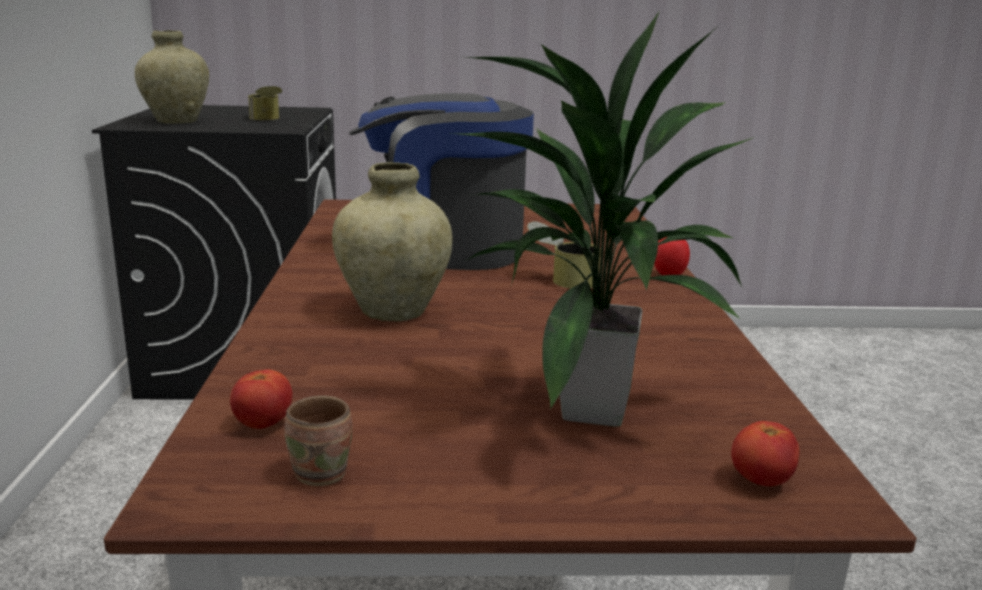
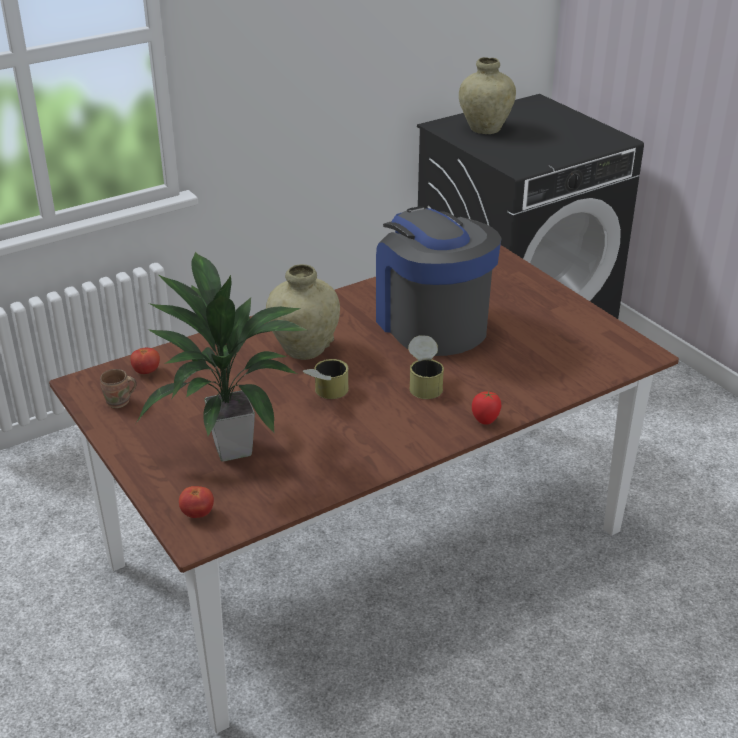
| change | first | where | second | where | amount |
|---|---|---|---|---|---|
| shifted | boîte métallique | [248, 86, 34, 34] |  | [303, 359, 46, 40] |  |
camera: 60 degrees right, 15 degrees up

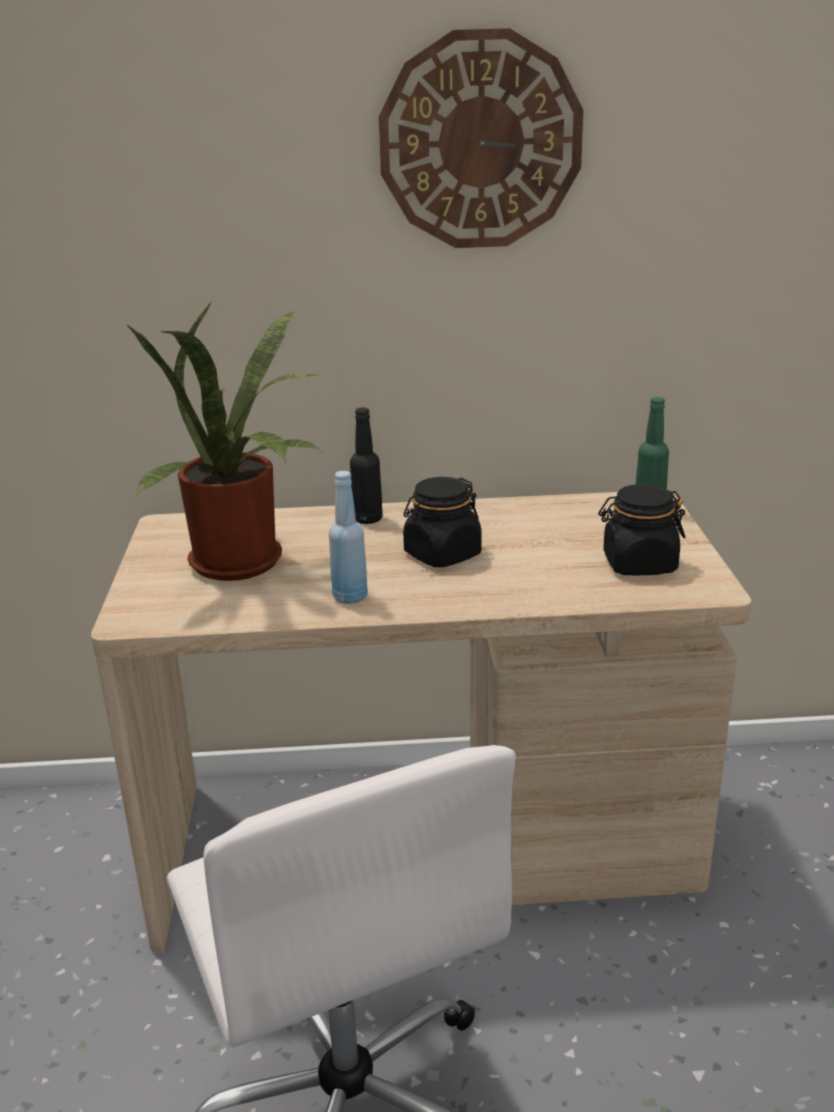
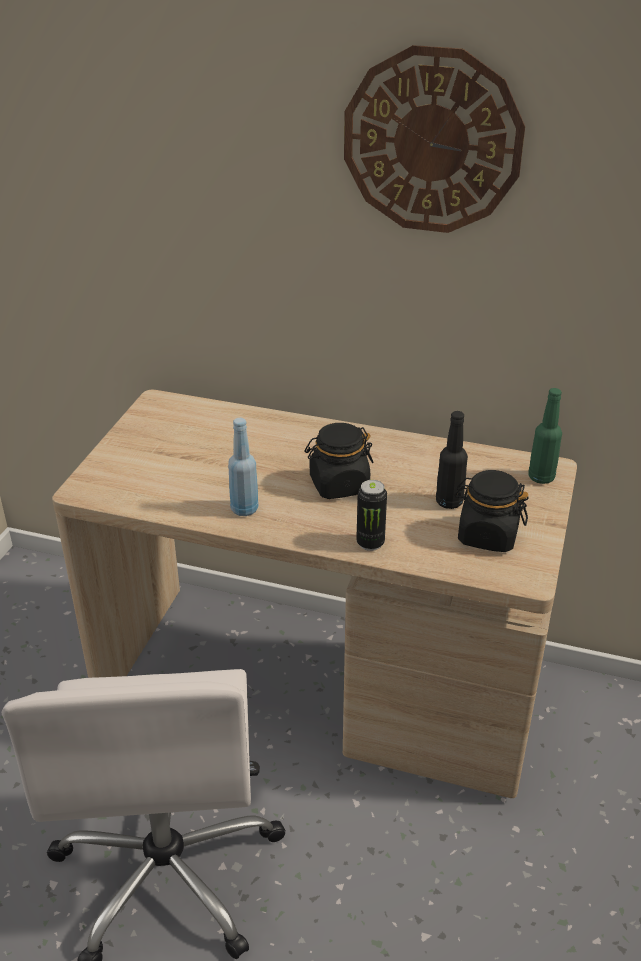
| change | first | where | second | where | amount |
|---|---|---|---|---|---|
| gone | plante en pot | [127, 301, 195, 280] |  |  |  |
| shifted | bouteille (noir) | [350, 408, 33, 116] |  | [436, 411, 32, 98] |  |
| new |  |  | boîte métallique | [356, 480, 31, 71] |  |
camera: 20 degrees right, 10 degrees up

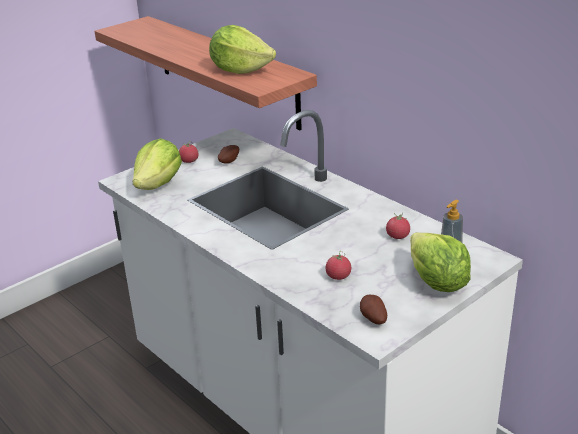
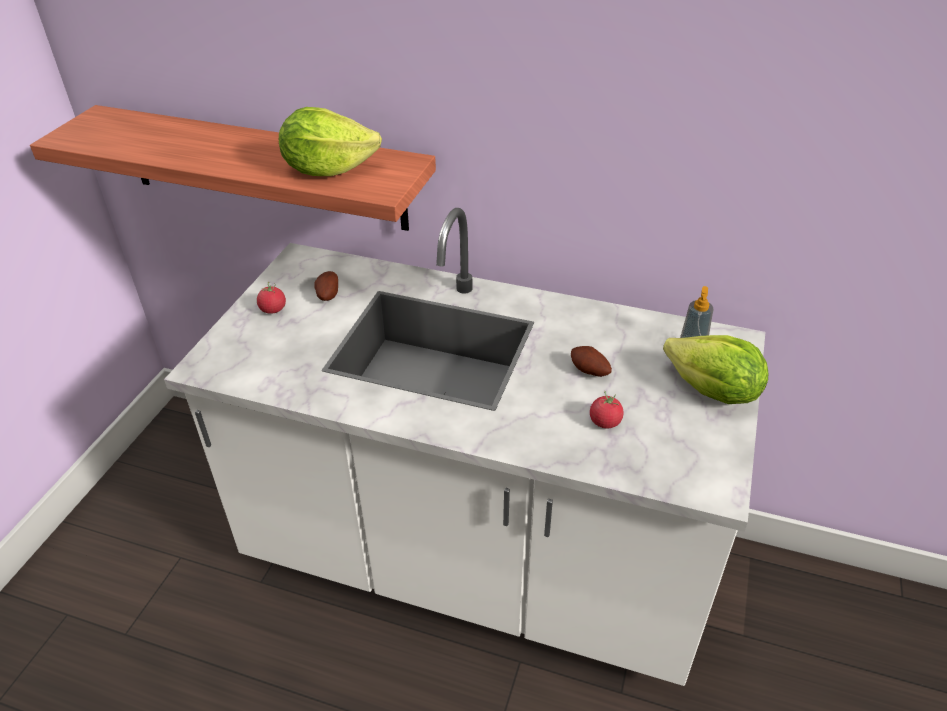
| change | first | where | second | where | amount |
|---|---|---|---|---|---|
| gone | laitue | [132, 138, 50, 52] |  |  |  |
| gone | tomate | [386, 213, 24, 26] |  |  |  |
| shifted | pomme de terre | [360, 295, 27, 29] |  | [571, 346, 41, 31] |  |
camera: 30 degrees left, 10 degrees up

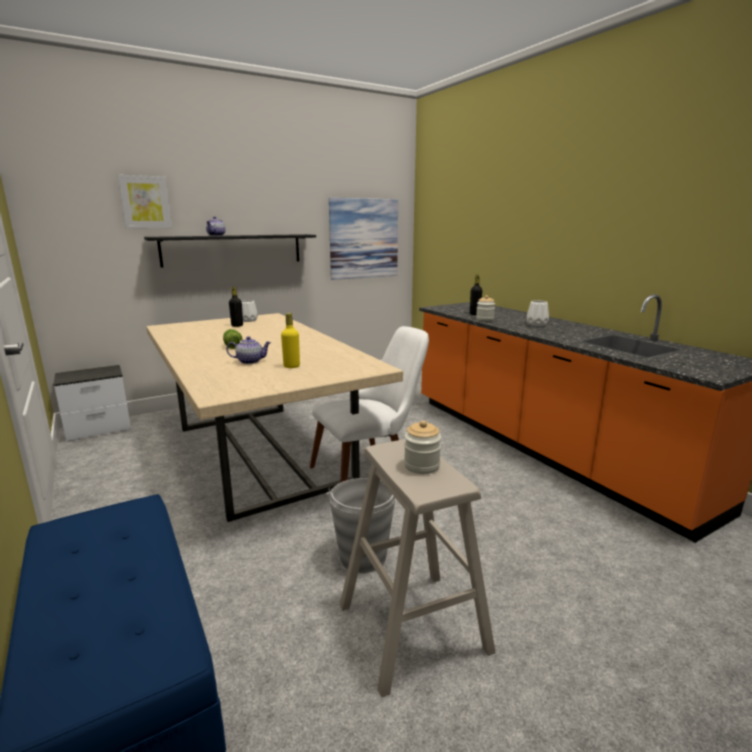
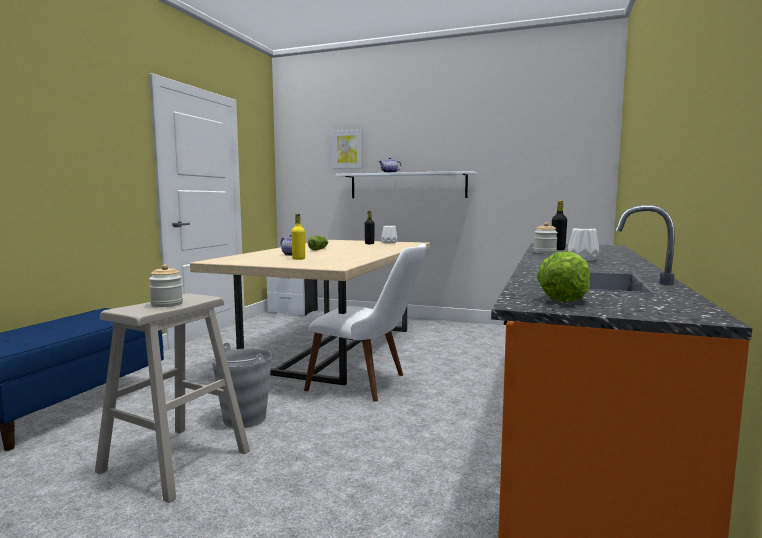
| change | first | where | second | where | amount |
|---|---|---|---|---|---|
| gone | tableau | [329, 198, 69, 82] |  |  |  |
| repainted | étagère (noir) | [144, 234, 172, 34] | étagère (blanc) | [336, 171, 141, 27] |  |
| new |  |  | laitue | [537, 251, 53, 51] |  |
camera: 50 degrees right, 10 degrees down

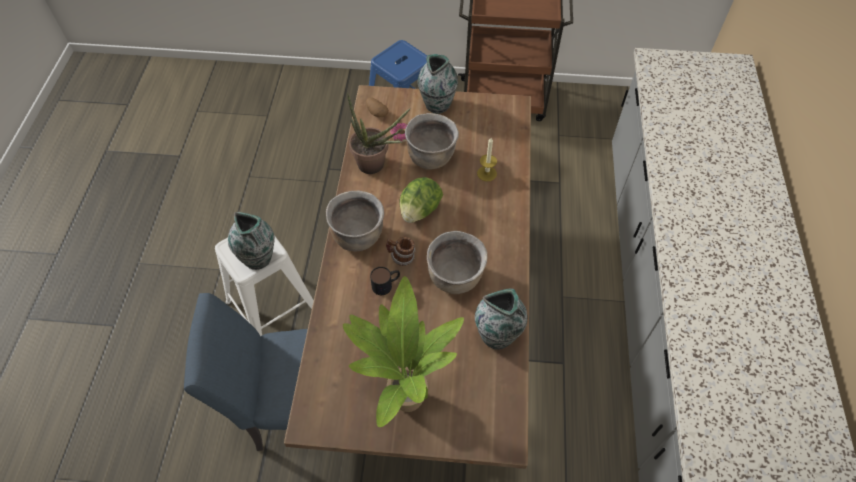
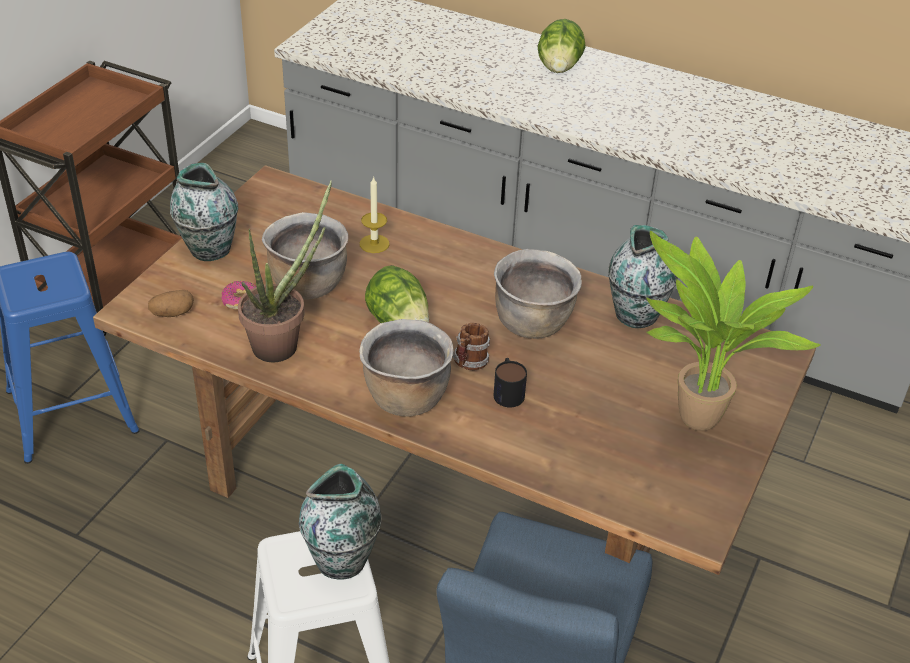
| change | first | where | second | where | amount |
|---|---|---|---|---|---|
| new |  |  | laitue | [538, 19, 47, 54] |  |
camera: 70 degrees left, 15 degrees down

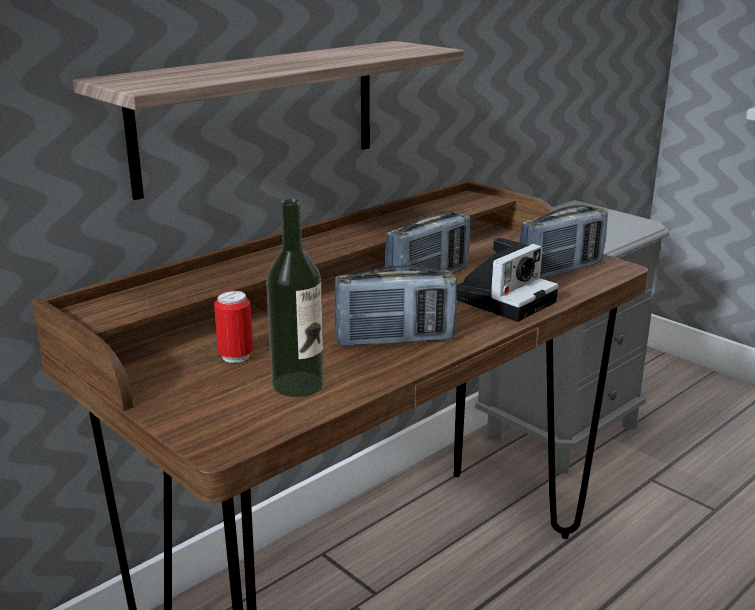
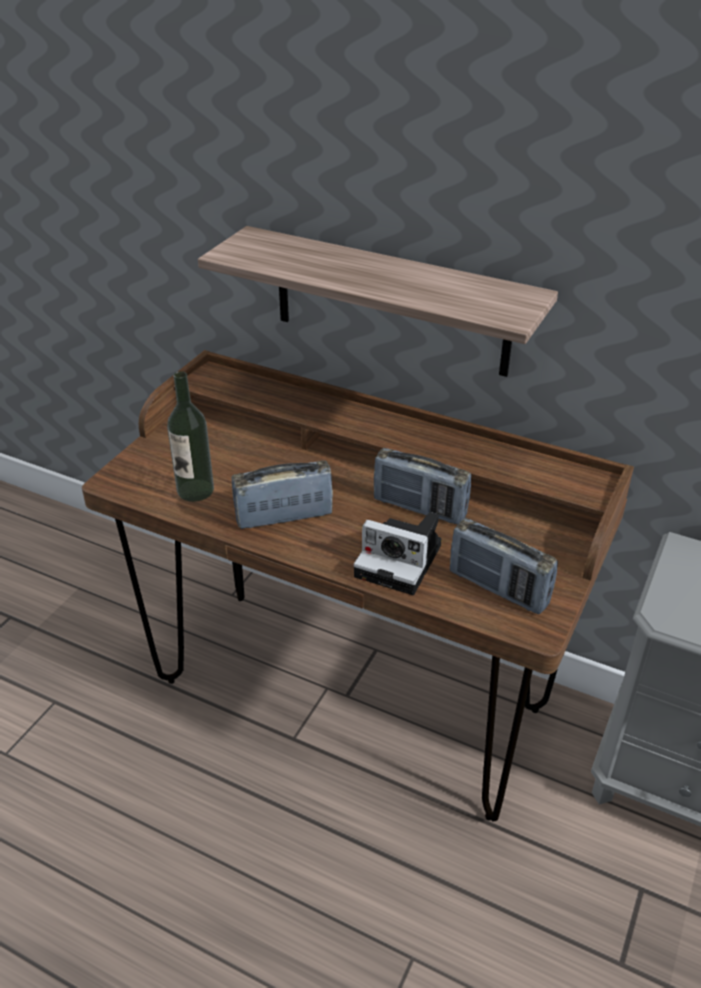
| change | first | where | second | where | amount |
|---|---|---|---|---|---|
| rotated | radio | [334, 265, 123, 82] |  | [232, 461, 101, 68] | 105 degrees clockwise |
| gone | boîte métallique | [214, 291, 39, 72] |  |  |  |
camera: 70 degrees right, 15 degrees up

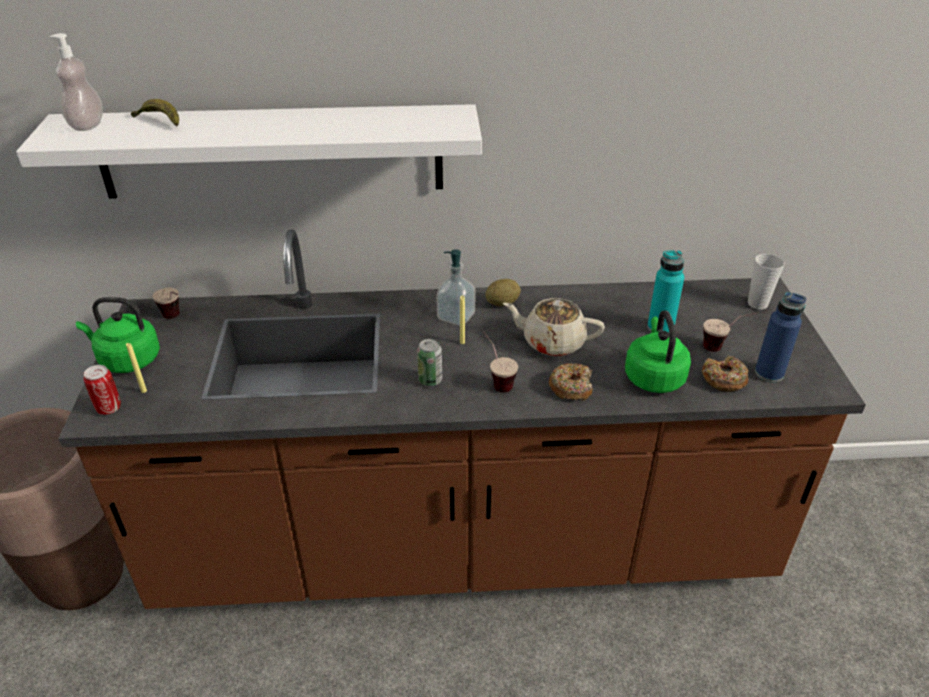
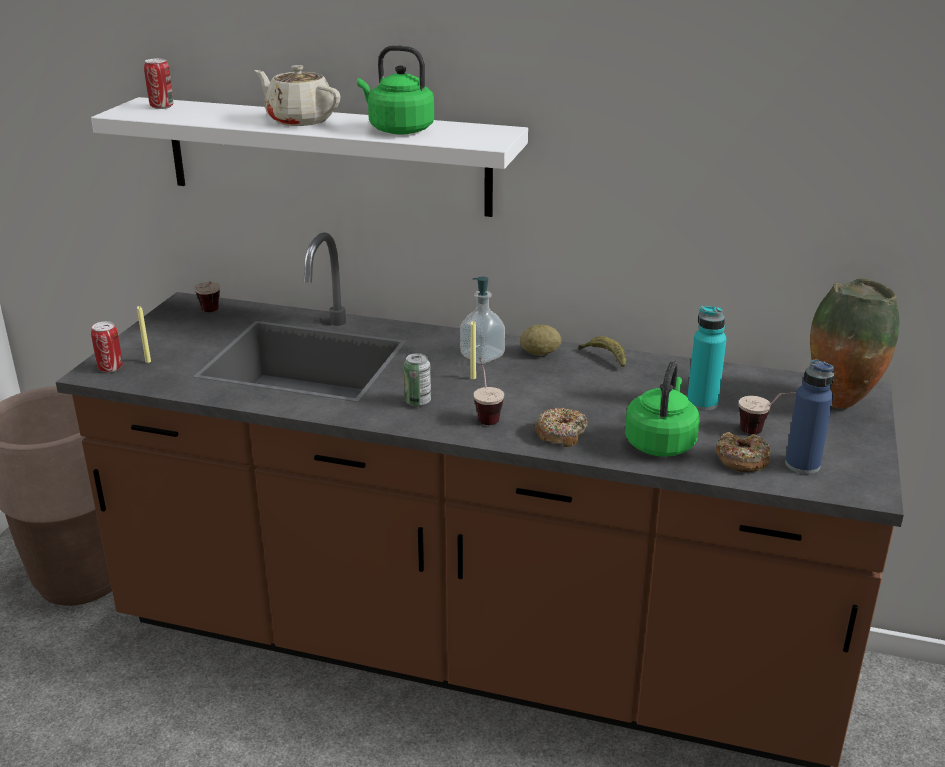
| change | first | where | second | where | amount |
|---|---|---|---|---|---|
| swapped | distributeur de savon | [49, 33, 54, 98] | boîte métallique | [144, 58, 29, 51] |  |
| shifted | banane | [131, 99, 48, 28] |  | [578, 336, 48, 32] |  |
| swapped | tasse | [748, 254, 37, 56] | vase | [810, 278, 89, 131] |  |
| shifted | bouilloire (vert) | [76, 297, 84, 76] |  | [357, 45, 77, 90] |  |
| shifted | théière (beige) | [503, 298, 102, 58] |  | [254, 65, 86, 61] |  |
camera: 20 degrees right, 10 degrees down

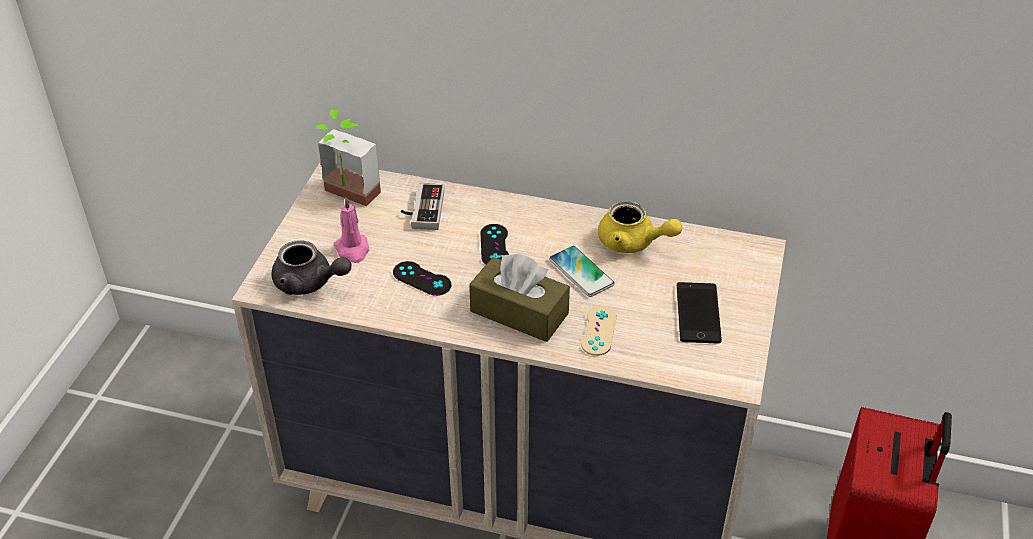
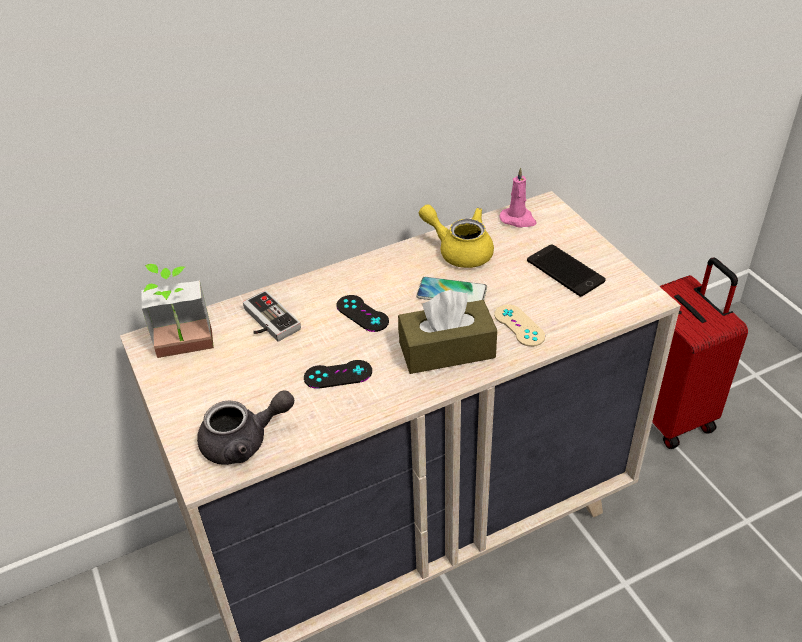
| change | first | where | second | where | amount |
|---|---|---|---|---|---|
| shifted | bougie (rose) | [333, 197, 36, 66] |  | [500, 168, 36, 60] |  |
| rotated | théière (jaune) | [598, 201, 84, 52] |  | [419, 205, 75, 63] | 135 degrees counterclockwise |
camera: 40 degrees left, 0 degrees up

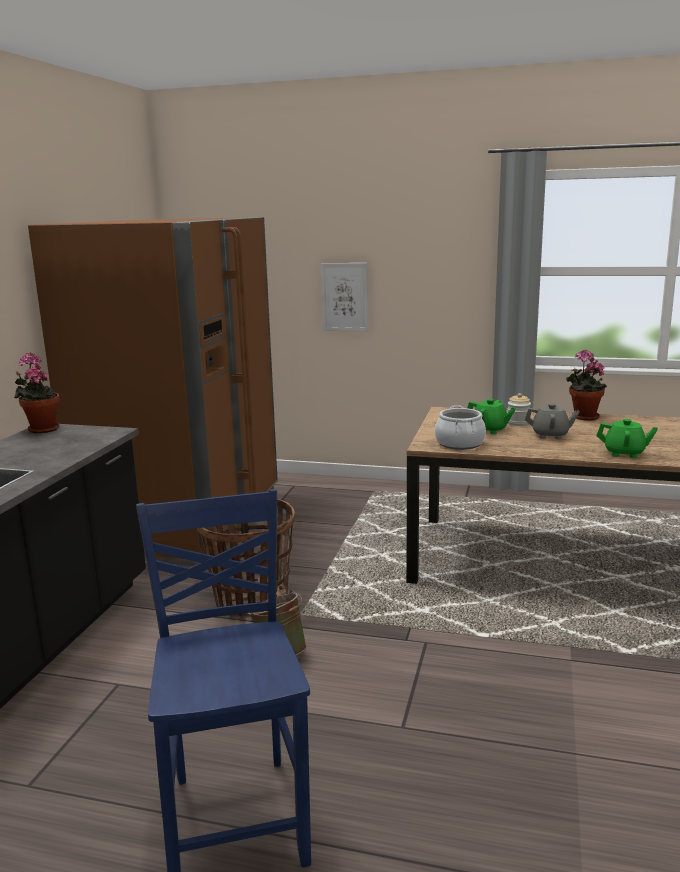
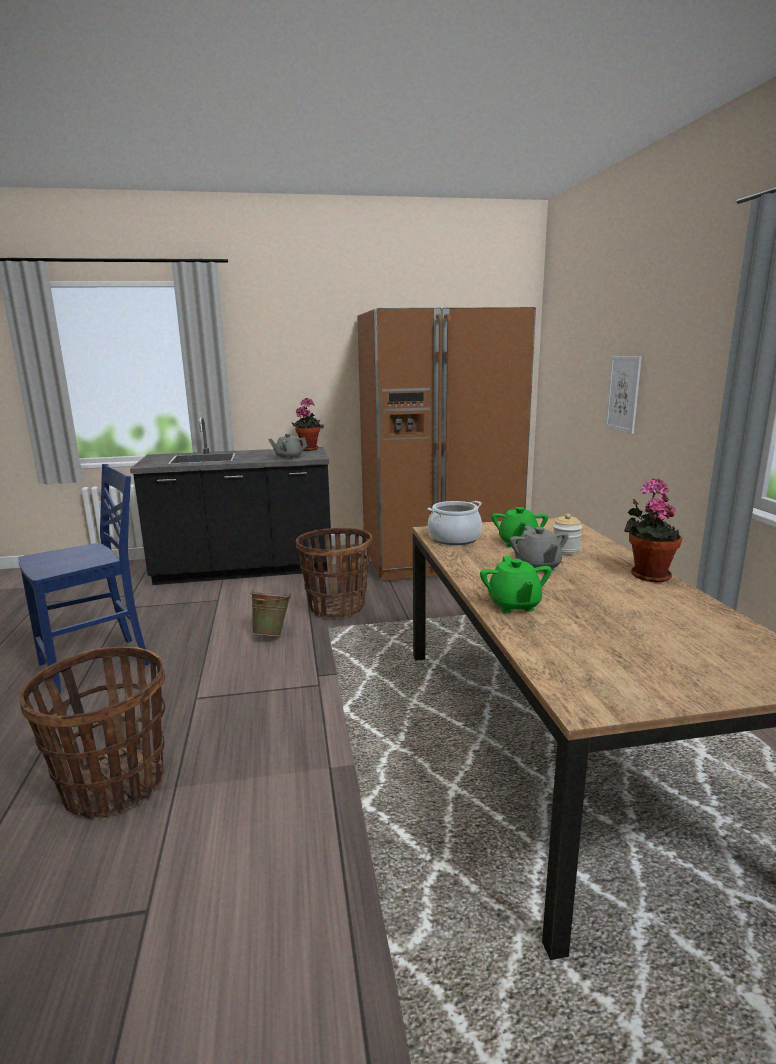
| change | first | where | second | where | amount |
|---|---|---|---|---|---|
| new |  |  | théière (gris) | [268, 434, 39, 25] |  |
| new |  |  | panier | [19, 647, 146, 171] |  |
camera: 65 degrees right, 0 degrees up

